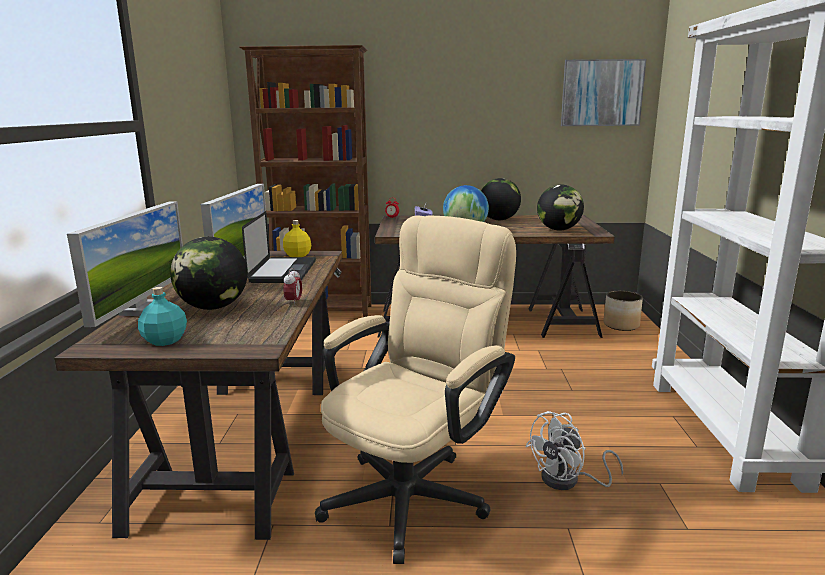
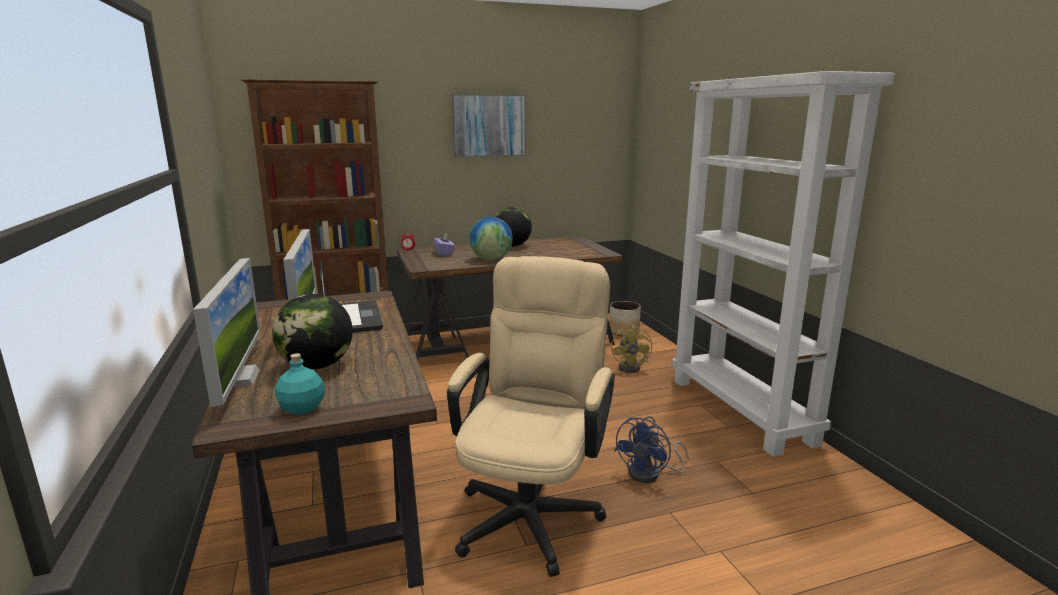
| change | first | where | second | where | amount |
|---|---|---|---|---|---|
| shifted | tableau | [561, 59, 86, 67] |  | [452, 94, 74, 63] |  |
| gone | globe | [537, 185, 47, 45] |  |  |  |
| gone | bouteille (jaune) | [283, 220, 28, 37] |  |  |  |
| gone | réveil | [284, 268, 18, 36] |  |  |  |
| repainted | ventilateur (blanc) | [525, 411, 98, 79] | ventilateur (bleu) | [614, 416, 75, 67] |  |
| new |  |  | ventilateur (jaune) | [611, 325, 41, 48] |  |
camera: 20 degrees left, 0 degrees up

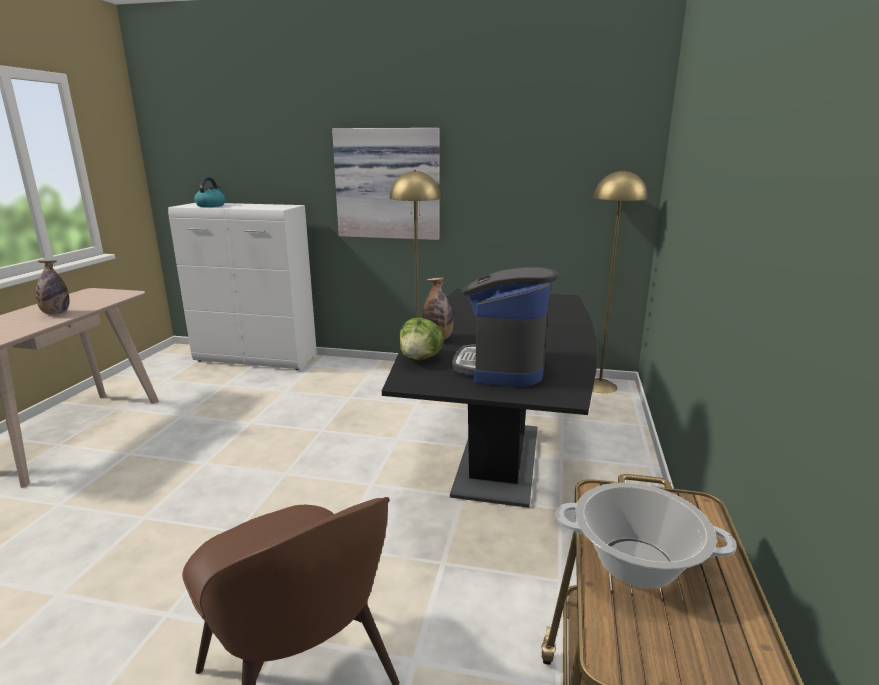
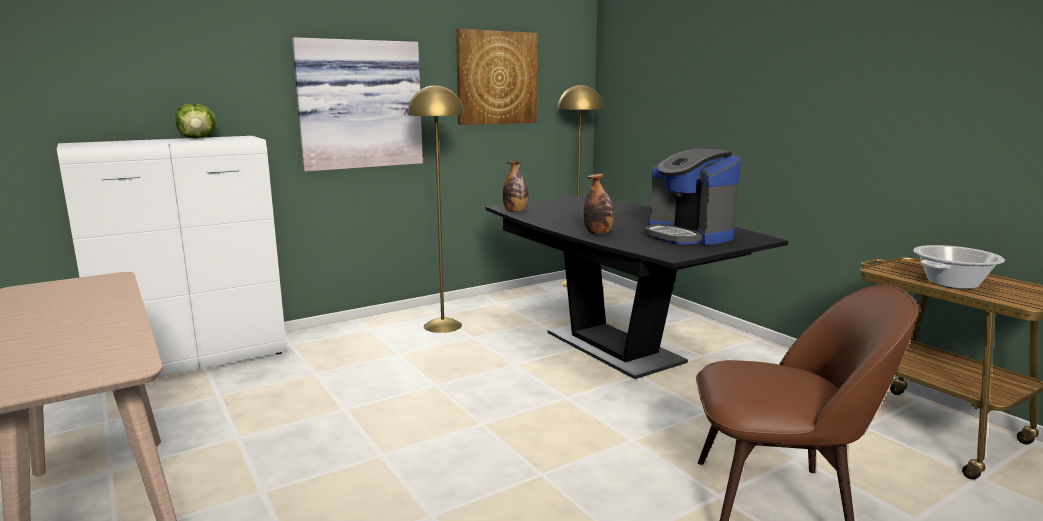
| change | first | where | second | where | amount |
|---|---|---|---|---|---|
| gone | bouilloire | [194, 177, 31, 30] |  |  |  |
| shifted | bouteille | [35, 260, 35, 54] |  | [503, 161, 26, 51] |  |
| shifted | laitue | [399, 318, 45, 42] |  | [175, 103, 41, 36] |  |
| new |  |  | tableau | [456, 29, 82, 96] |  |
camera: 45 degrees left, 5 degrees down

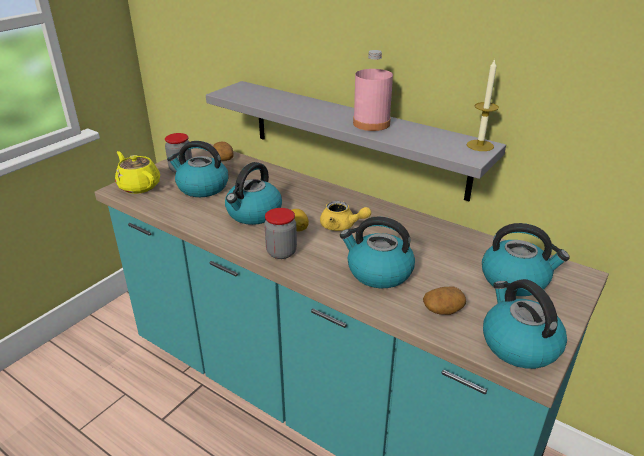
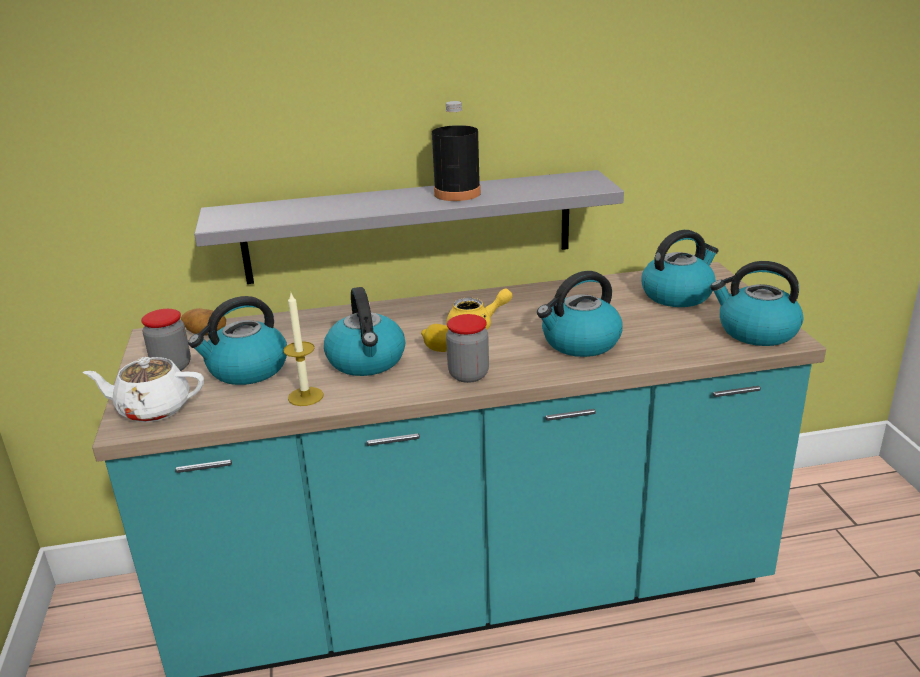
| change | first | where | second | where | amount |
|---|---|---|---|---|---|
| repainted | bouteille (rose) | [353, 50, 40, 81] | bouteille (noir) | [432, 101, 49, 100] |  |
| shifted | bougie | [467, 58, 32, 93] |  | [283, 291, 41, 115] |  |
| repainted | théière (jaune) | [115, 151, 45, 43] | théière (blanc) | [83, 357, 121, 65] |  |
| gone | pomme de terre | [423, 287, 43, 28] |  |  |  |
camera: 45 degrees left, 5 degrees down

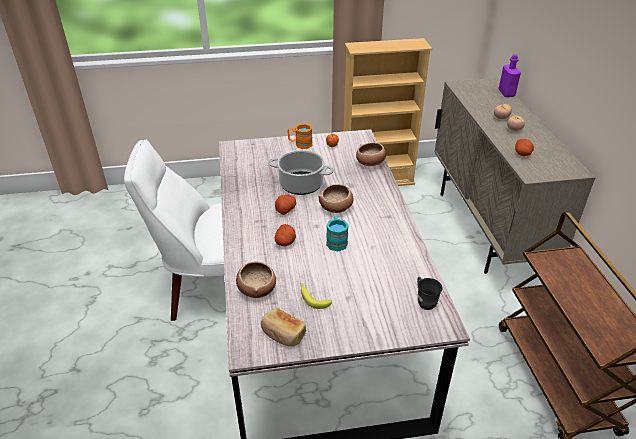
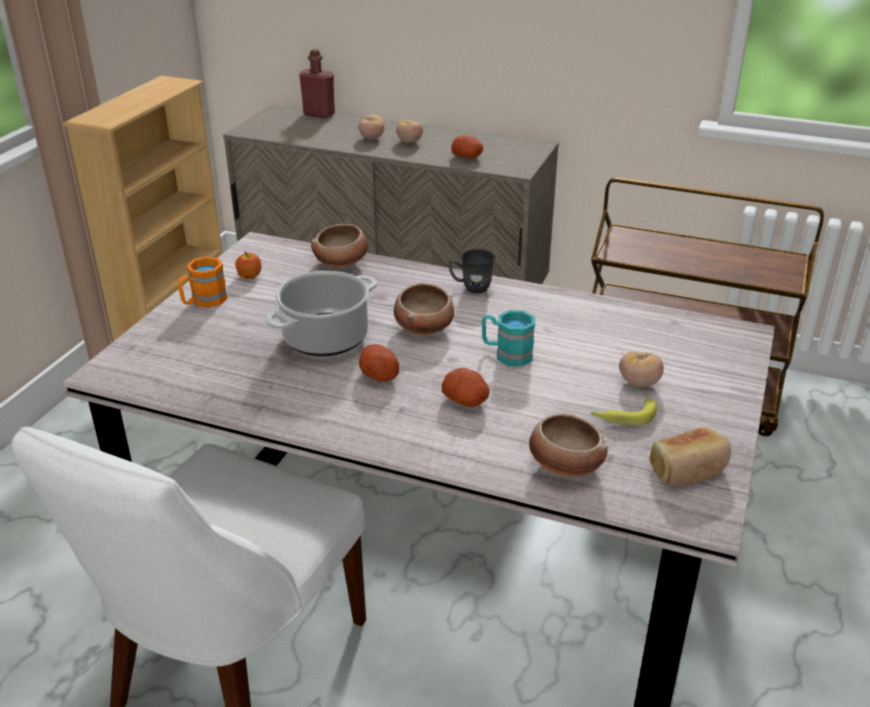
| change | first | where | second | where | amount |
|---|---|---|---|---|---|
| repainted | bouteille (violet) | [499, 54, 22, 43] | bouteille (rouge) | [299, 49, 36, 70] |  |
| shifted | mug (gris) | [417, 277, 26, 33] |  | [448, 249, 47, 44] |  |
| new |  |  | tomate | [619, 351, 45, 36] |  |
camera: 60 degrees left, 5 degrees down

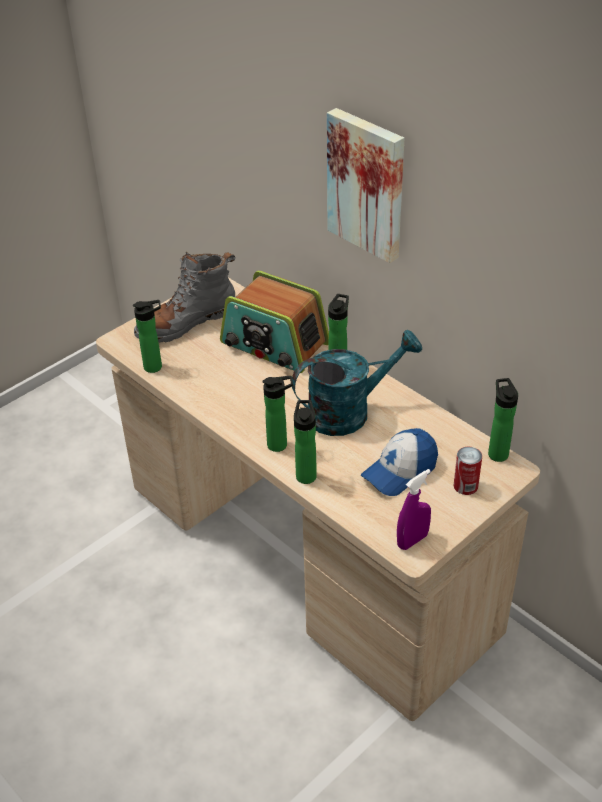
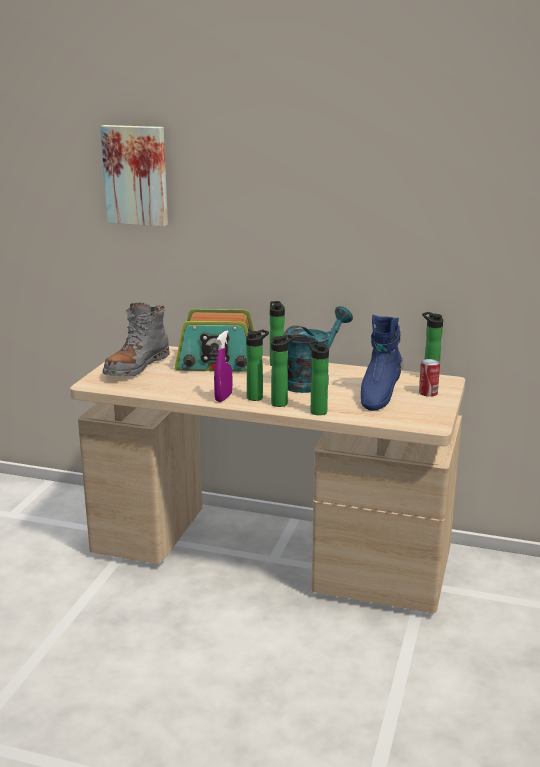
| change | first | where | second | where | amount |
|---|---|---|---|---|---|
| shifted | tableau | [327, 108, 77, 155] |  | [100, 125, 68, 102] |  |
| shifted | bouteille | [133, 300, 29, 73] |  | [246, 329, 23, 72] |  |
| swapped | casquette | [361, 428, 77, 68] | botte (bleu) | [361, 315, 41, 96] |  |
| shifted | vaporisateur (violet) | [397, 469, 34, 81] |  | [214, 330, 18, 72] |  |
camera: 30 degrees left, 20 degrees down

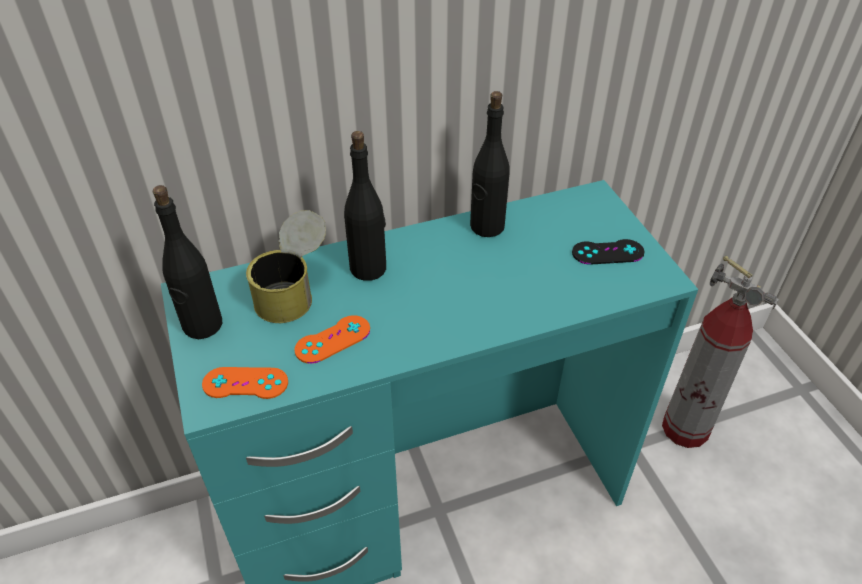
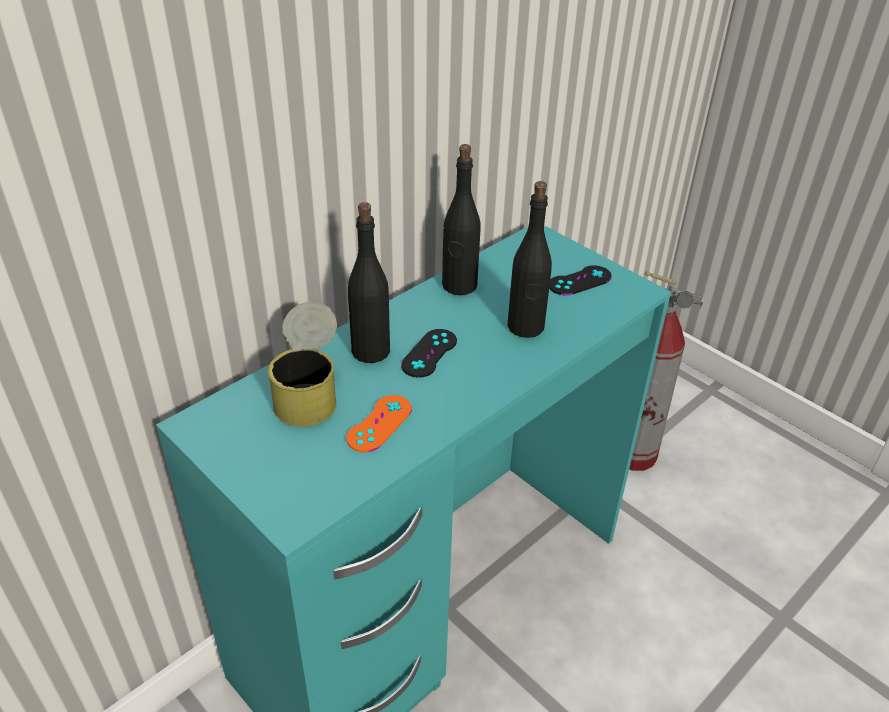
| change | first | where | second | where | amount |
|---|---|---|---|---|---|
| shifted | bouteille (noir) | [153, 185, 69, 154] |  | [507, 181, 45, 157] |  |
| gone | manette (orange) | [202, 367, 86, 32] |  |  |  |
| new |  |  | manette (noir) | [401, 329, 56, 49] |  |
camera: 25 degrees left, 5 degrees down

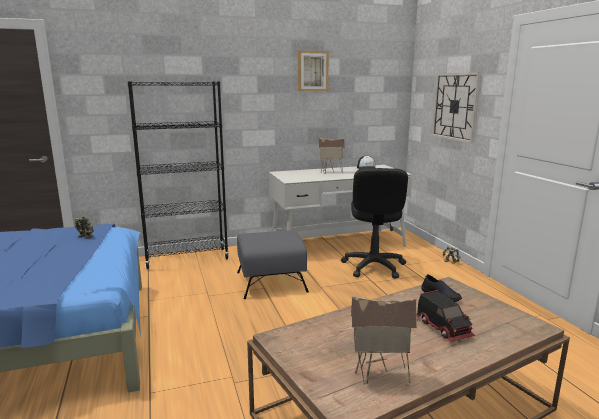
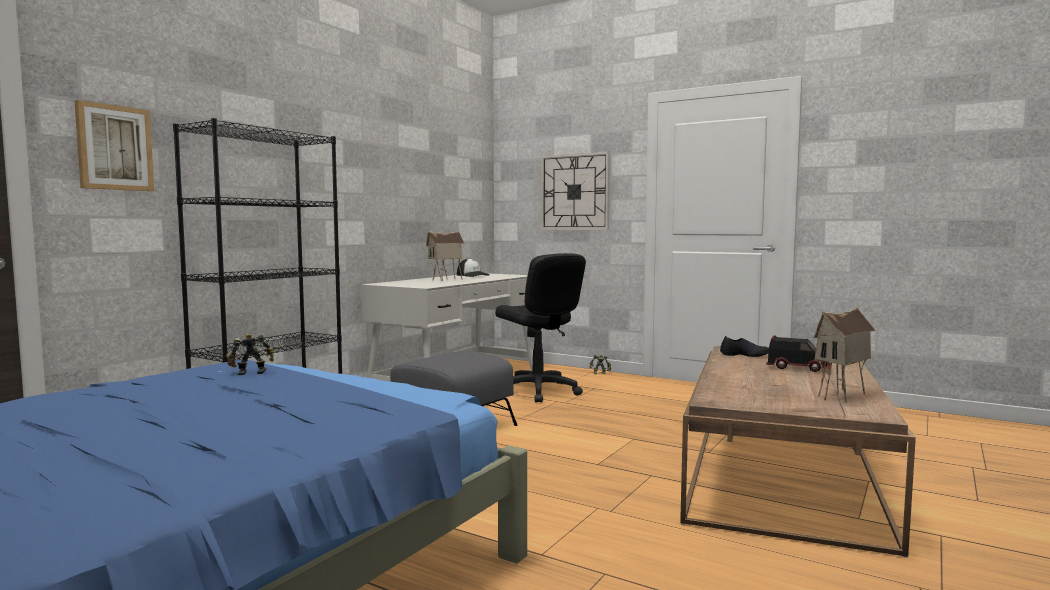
| change | first | where | second | where | amount |
|---|---|---|---|---|---|
| shifted | tableau | [298, 51, 31, 40] |  | [75, 100, 79, 91] |  |
camera: 40 degrees left, 10 degrees down

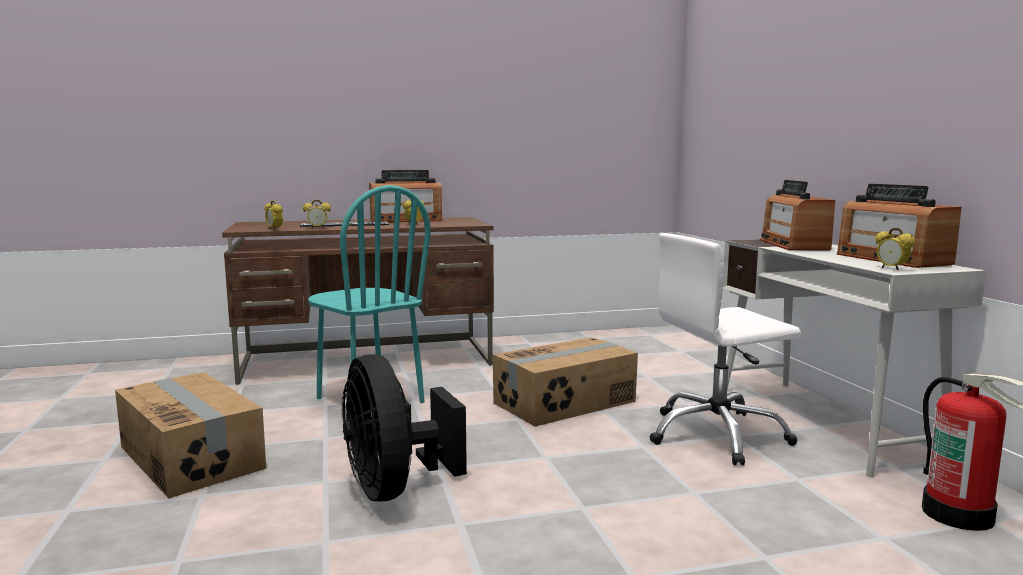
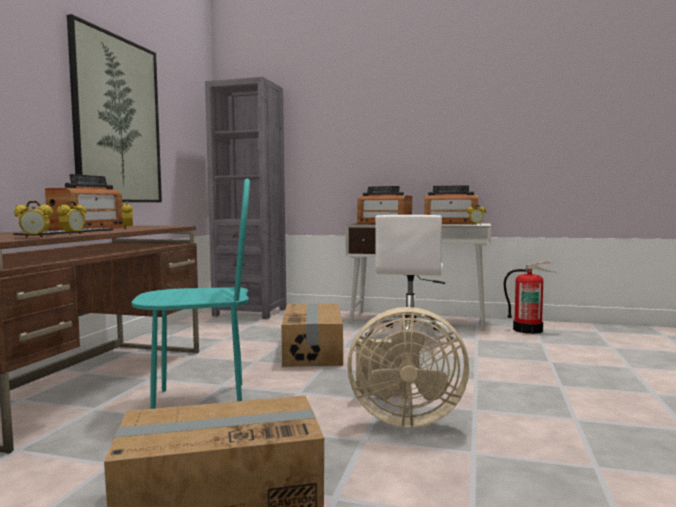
| change | first | where | second | where | amount |
|---|---|---|---|---|---|
| repainted | ventilateur (noir) | [342, 354, 125, 147] | ventilateur (beige) | [347, 307, 122, 121] |  |
| new |  |  | tableau | [67, 14, 95, 188] |  |
| new |  |  | bibliothèque (gris) | [205, 77, 81, 242] |  |
camera: 60 degrees left, 5 degrees down

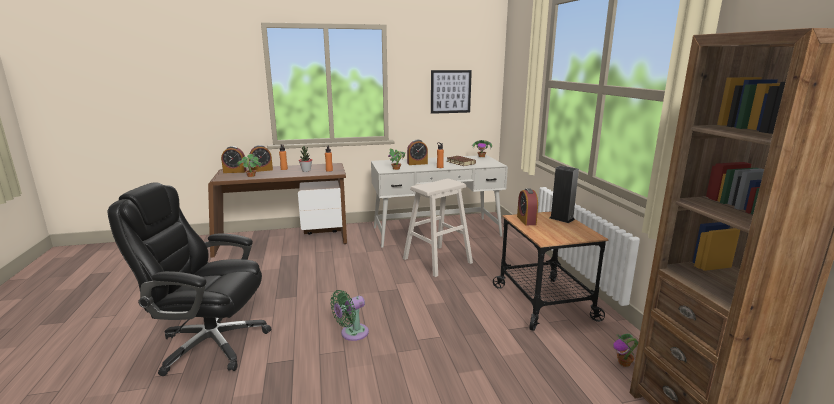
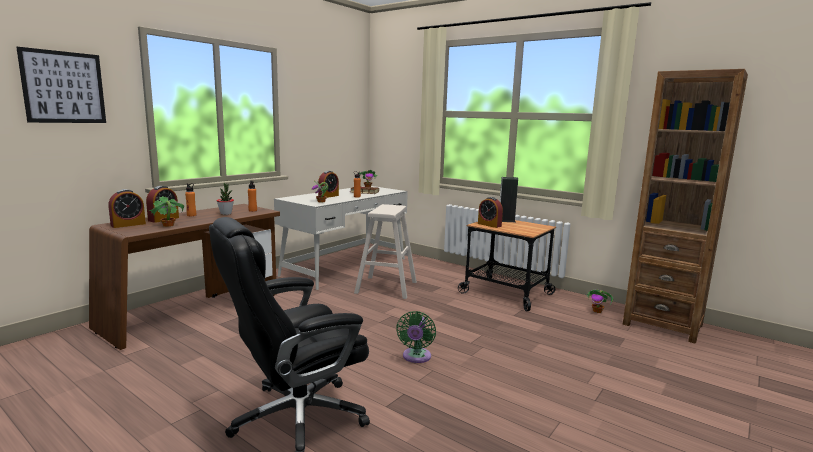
| change | first | where | second | where | amount |
|---|---|---|---|---|---|
| shifted | tableau | [431, 70, 41, 44] |  | [16, 47, 90, 76] |  |
camera: 40 degrees left, 5 degrees down

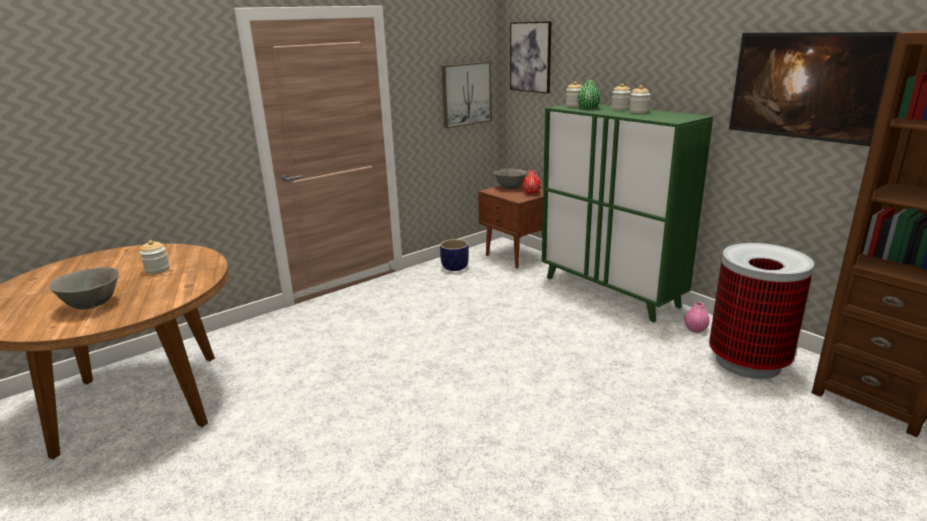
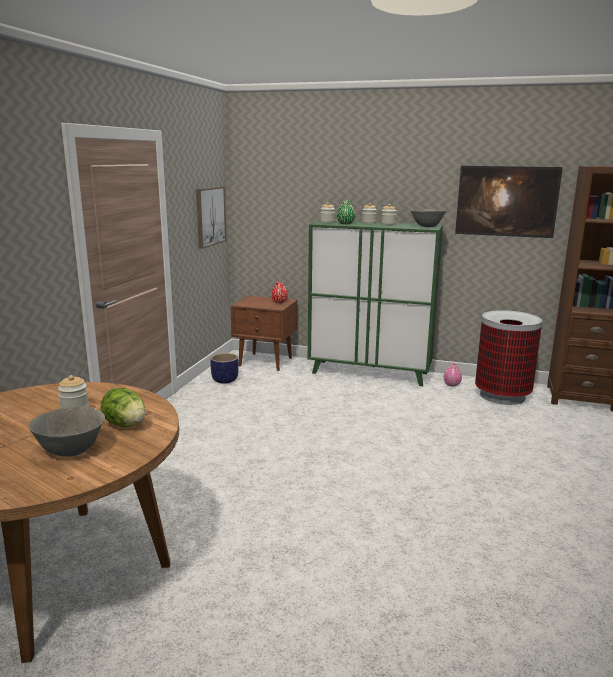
| change | first | where | second | where | amount |
|---|---|---|---|---|---|
| gone | tableau | [510, 21, 41, 73] |  |  |  |
| shifted | bol (gris) | [494, 169, 34, 20] |  | [410, 209, 36, 18] |  |
| new |  |  | laitue | [101, 388, 44, 39] |  |
camera: 35 degrees left, 5 degrees down

